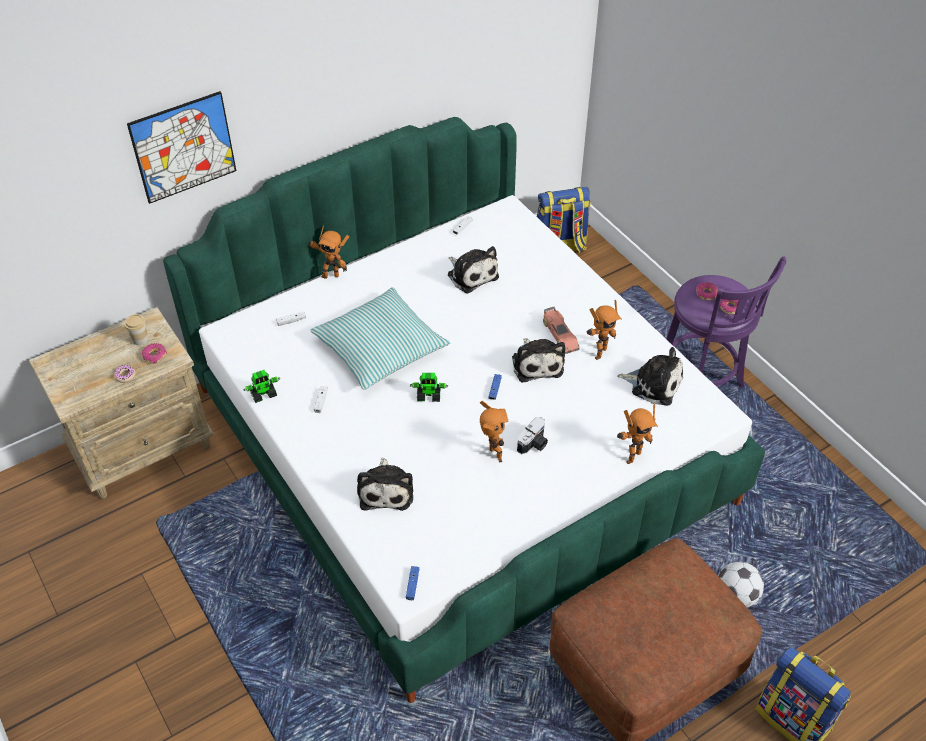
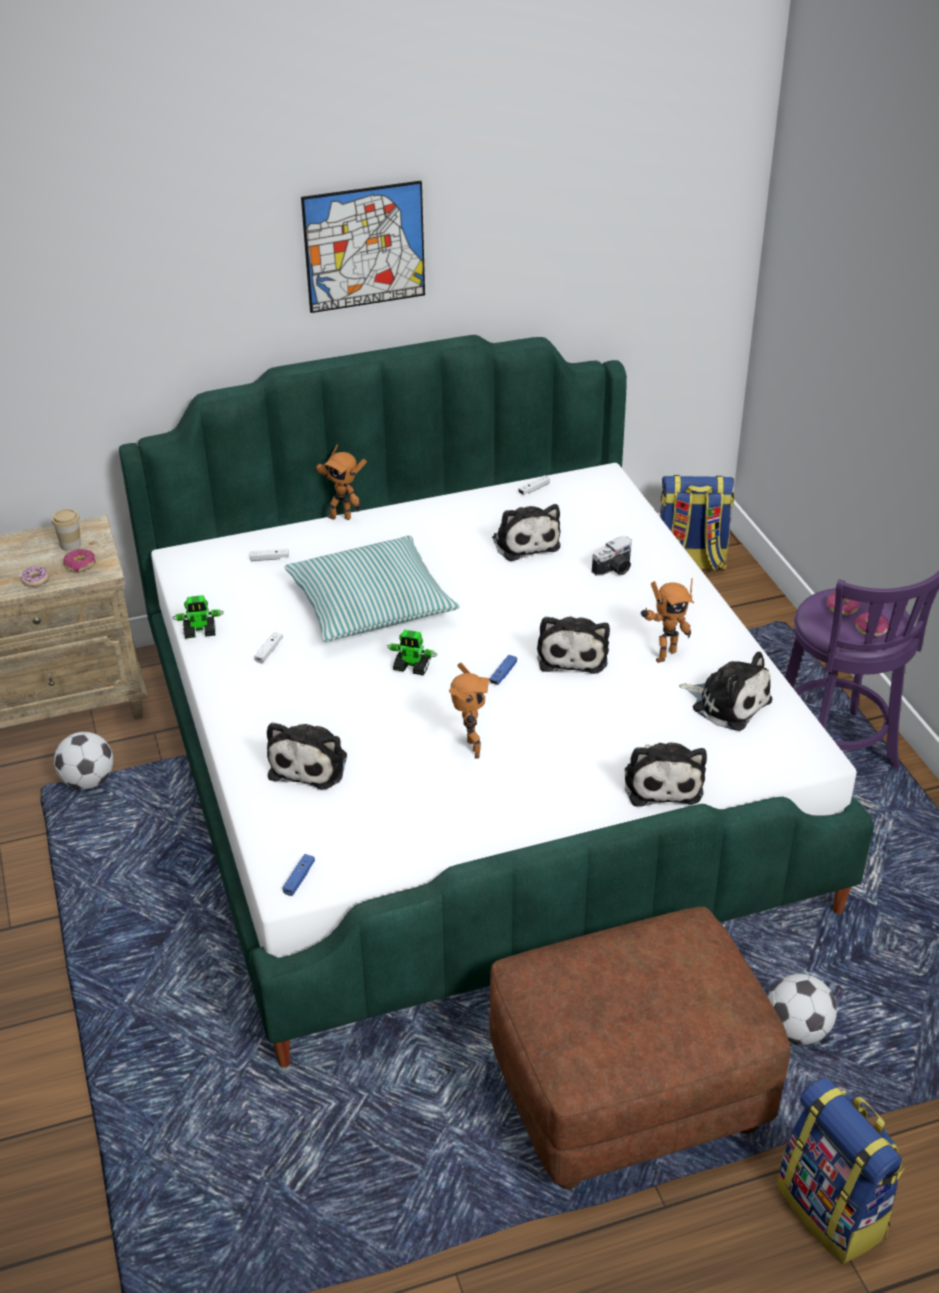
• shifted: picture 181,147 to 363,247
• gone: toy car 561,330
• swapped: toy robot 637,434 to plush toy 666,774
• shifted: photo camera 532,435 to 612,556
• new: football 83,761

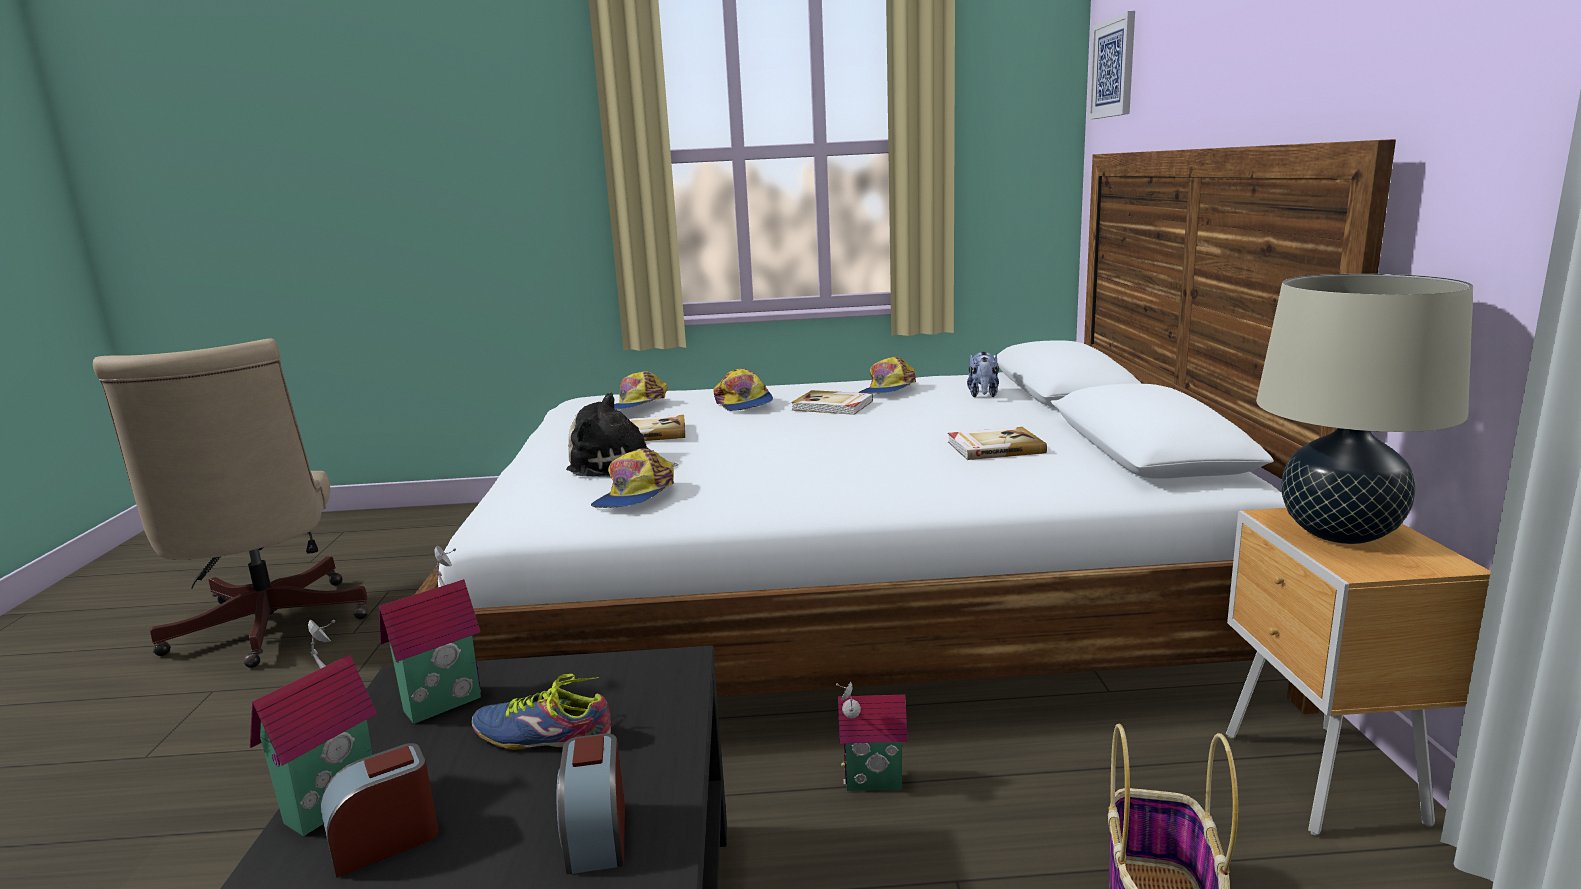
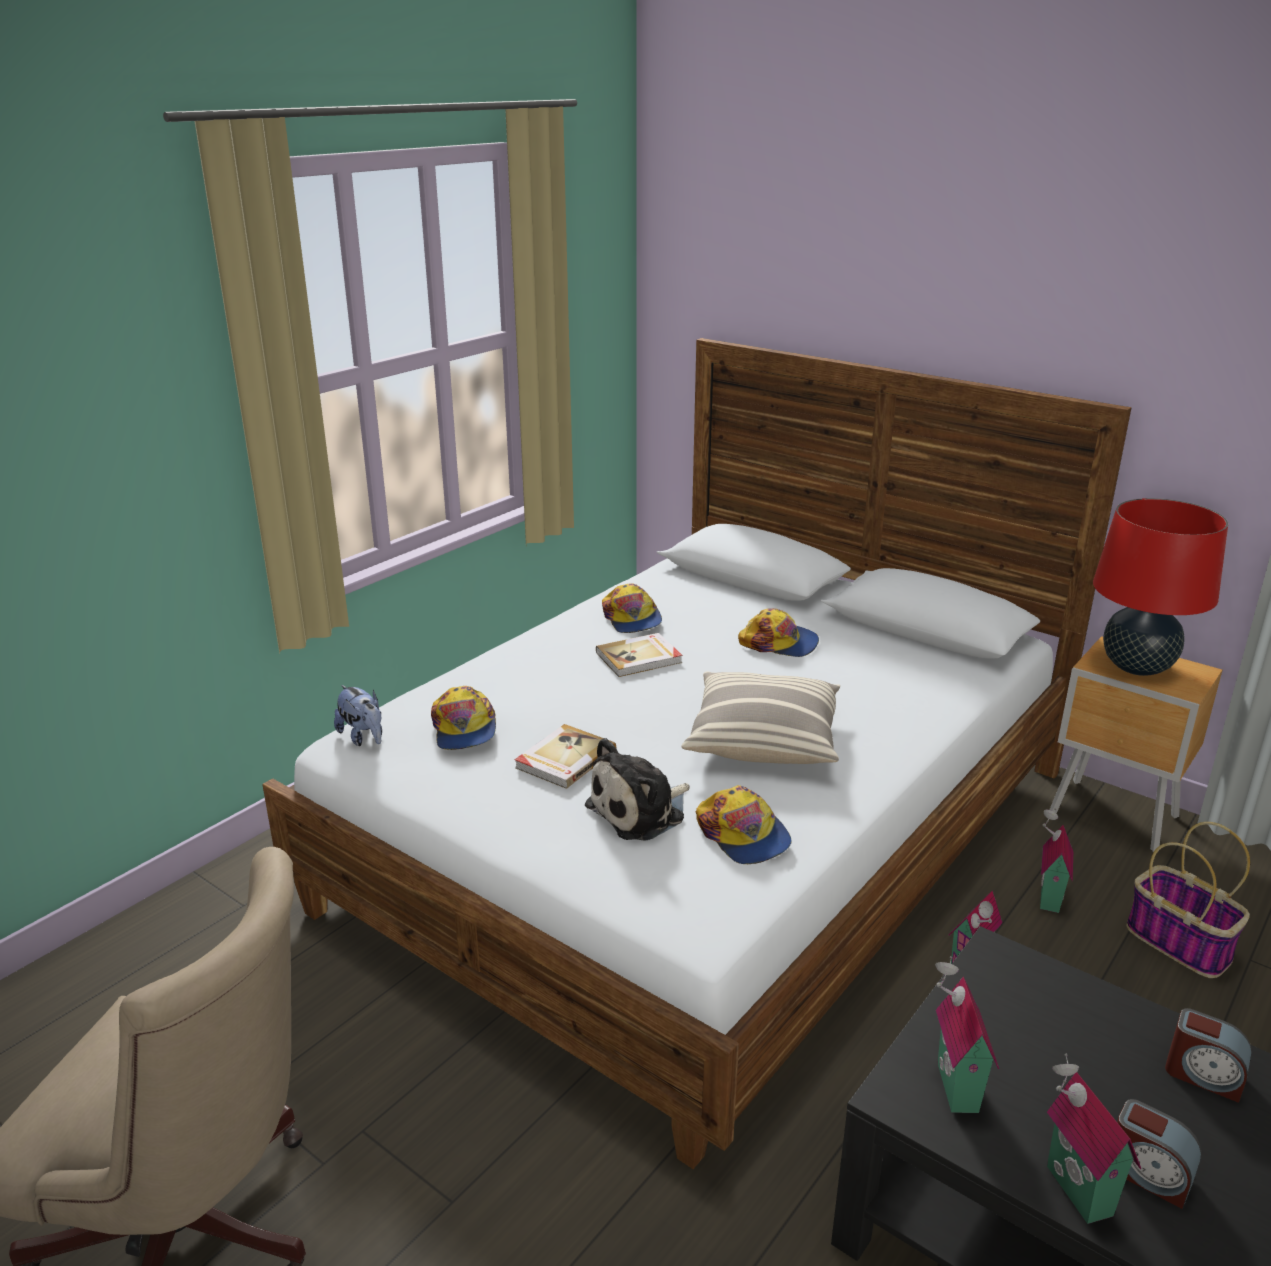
• gone: picture 1111,65
• repainted: beige table lamp 1364,409 to red table lamp 1160,587
• shifted: plush toy 983,374 to 358,715
• shifted: cap 743,390 to 778,632
• gone: book 997,443
• gone: shoe 541,712
• rotated: alarm clock 379,810 = 1159,1154 60 degrees counterclockwise
• new: pillow 760,718
• new: toy house 1056,861

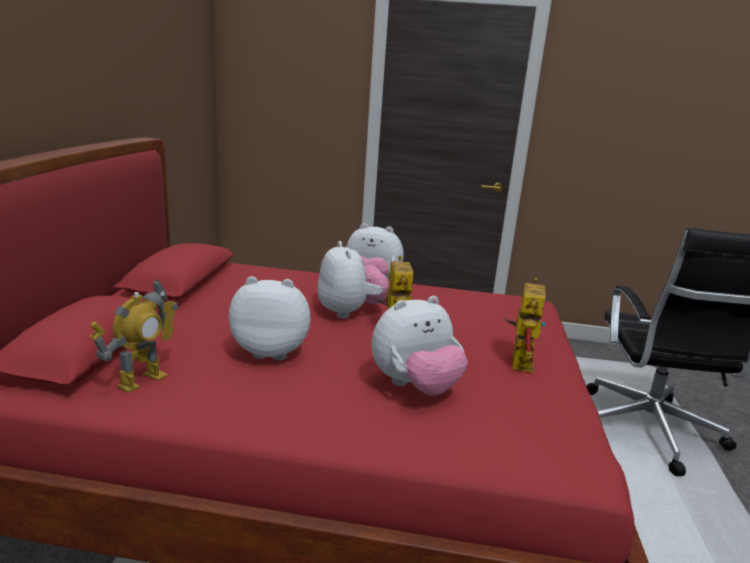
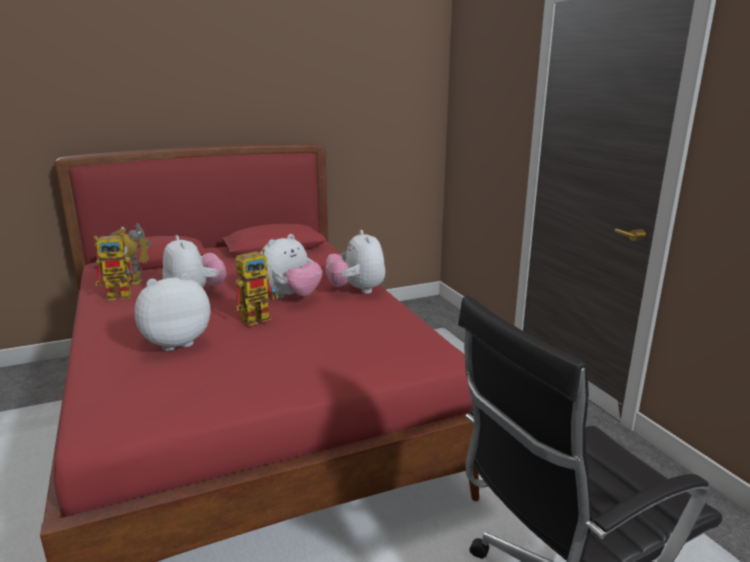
• shifted: toy robot 525,325 to 118,267
• rotated: plush toy 419,346 = 172,312 120 degrees clockwise

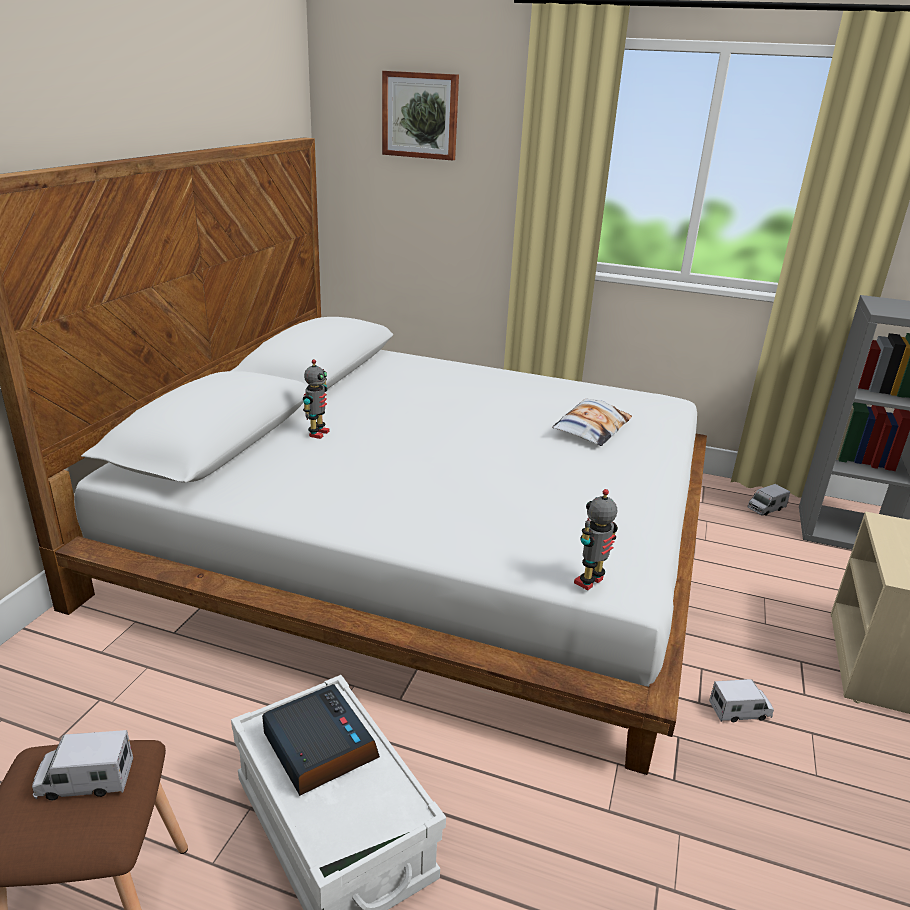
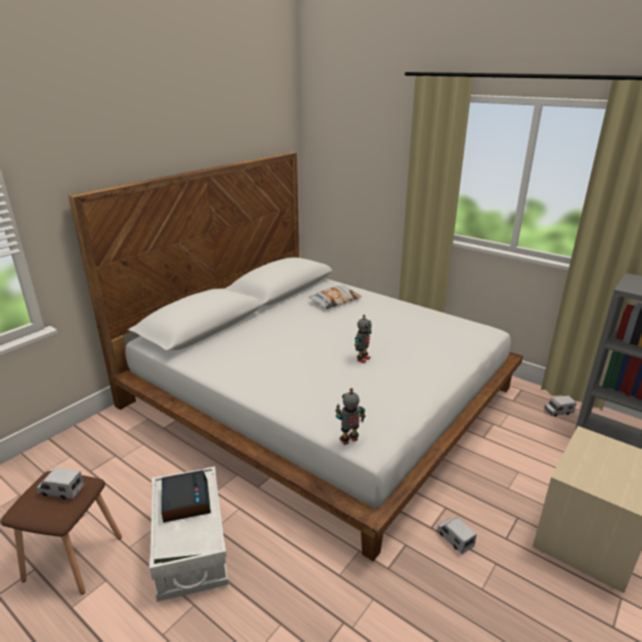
• gone: picture 420,116
• shifted: toy robot 316,399 to 363,339
• shifted: pillow 592,422 to 335,297
• rotated: toy truck 741,701 = 457,535 135 degrees counterclockwise

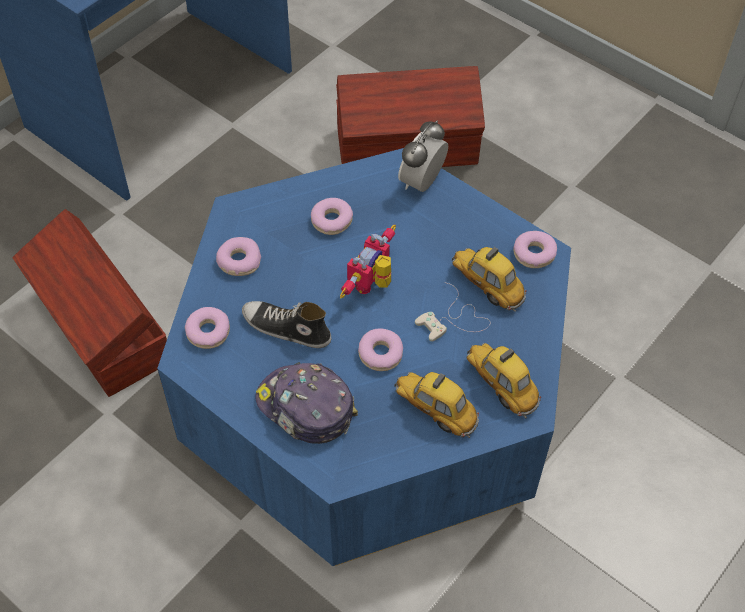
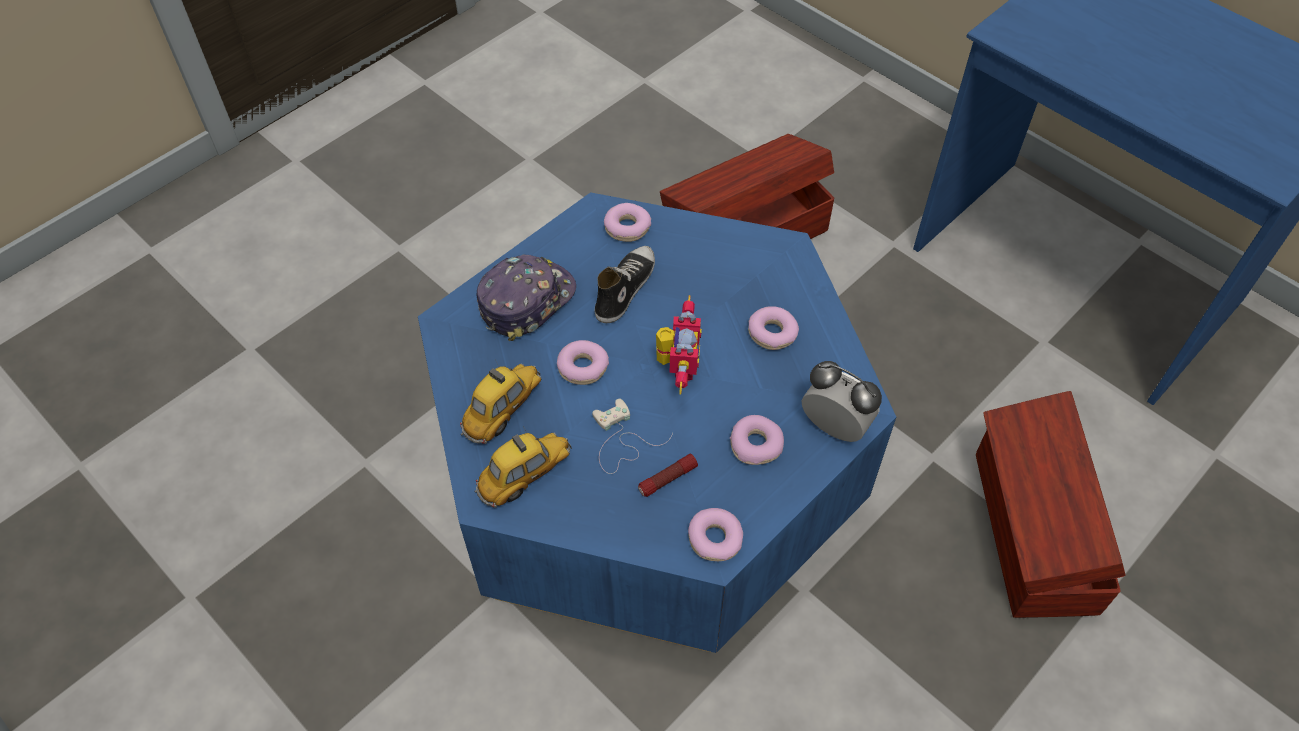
• rotated: toy robot 368,261 = 679,345 60 degrees clockwise
• shifted: donut 238,256 to 757,440
• swapped: toy car 489,279 to flashlight 668,475

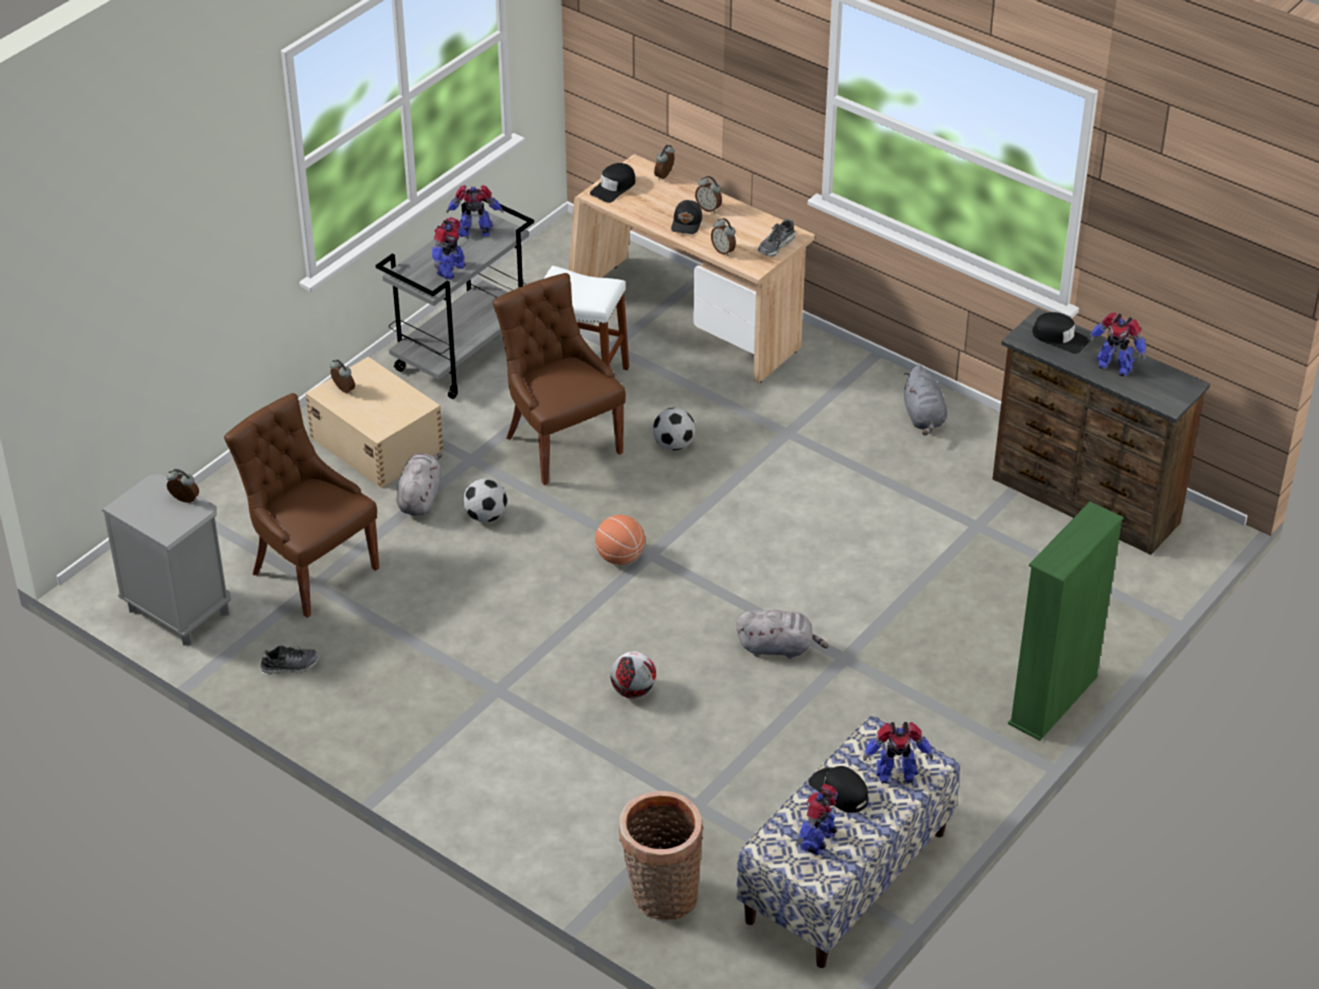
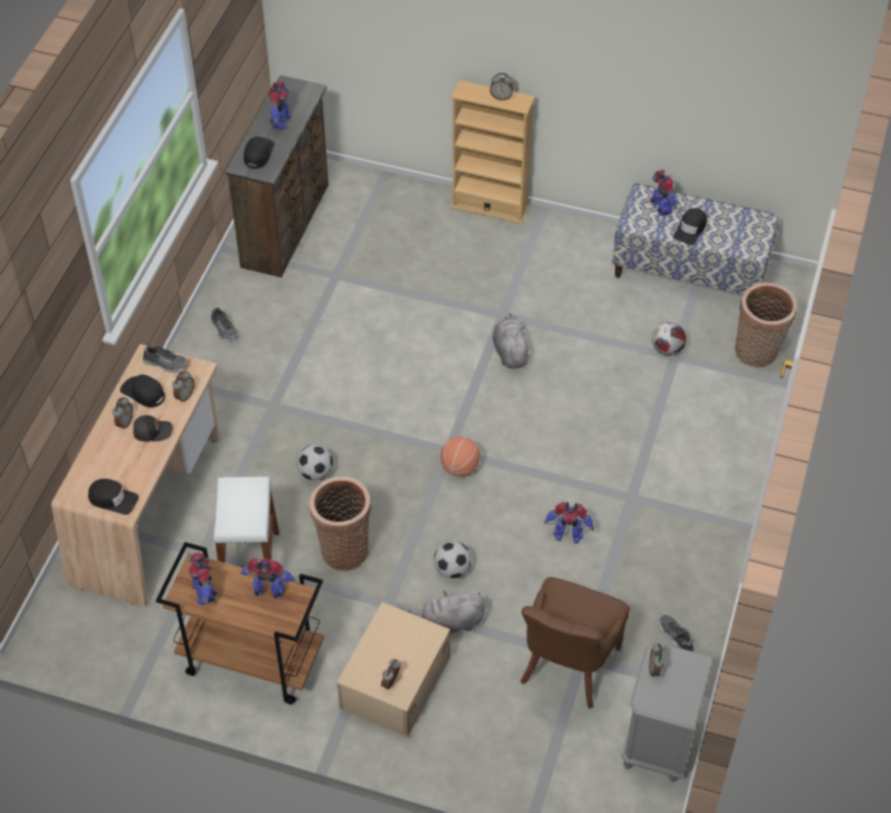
• shifted: alarm clock 664,162 to 502,86
• repainted: grey cart 455,298 to brown cart 240,623
• swapped: brown chair 559,379 to basket 340,524
• swapped: grey plush toy 925,400 to shoe 224,324
• repainted: green bookcase 1066,621 to beige bookcase 493,152
• shifted: football 633,674 to 669,339
• shifted: toy robot 817,819 to 569,522
• new: black cap 142,391

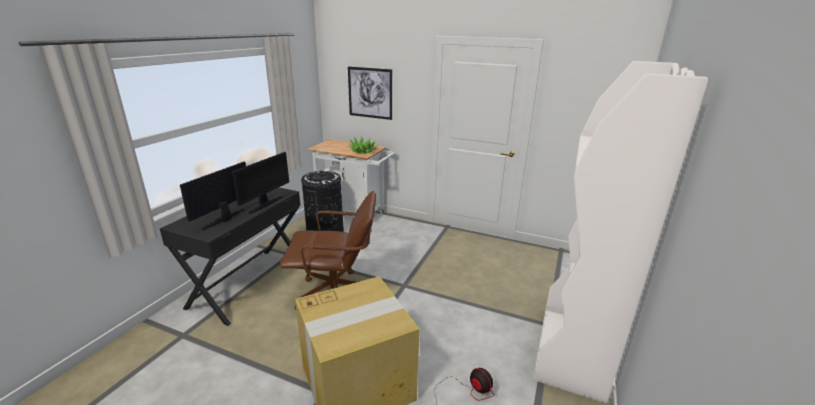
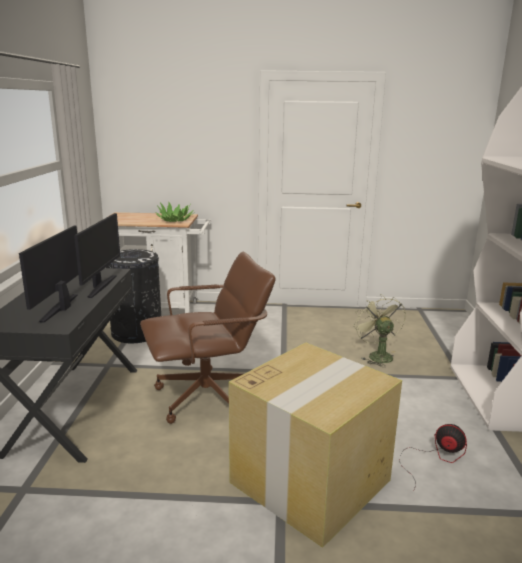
• gone: picture 370,93
• new: green fan 379,330

